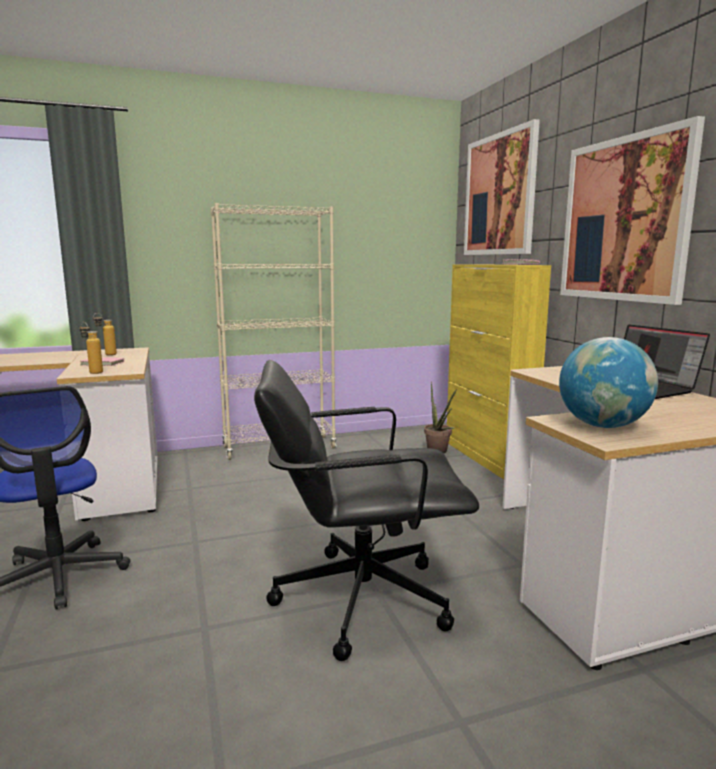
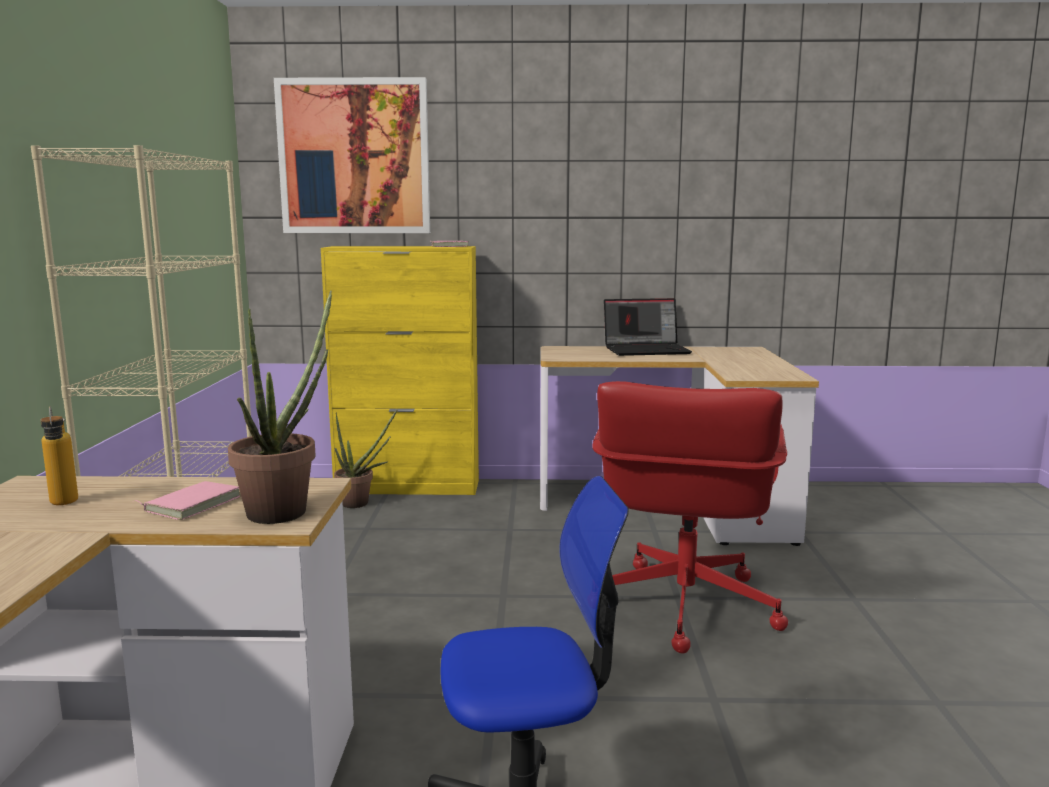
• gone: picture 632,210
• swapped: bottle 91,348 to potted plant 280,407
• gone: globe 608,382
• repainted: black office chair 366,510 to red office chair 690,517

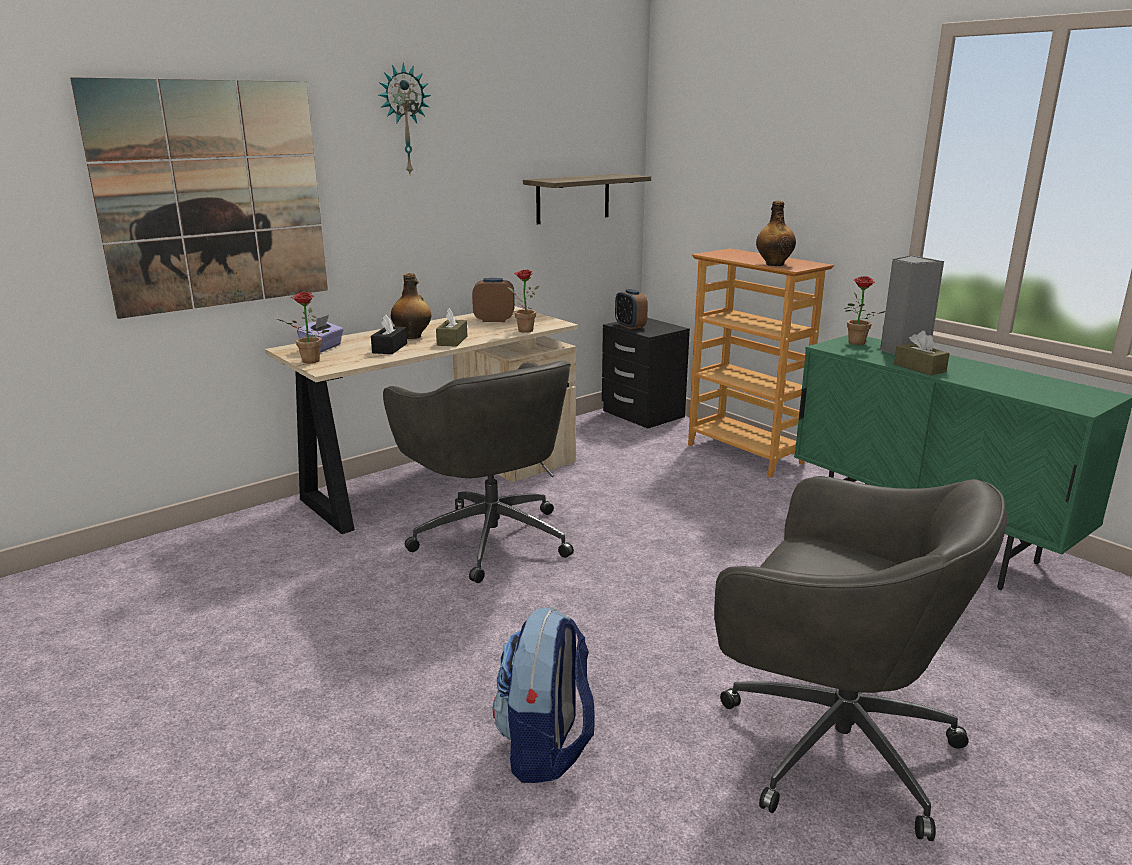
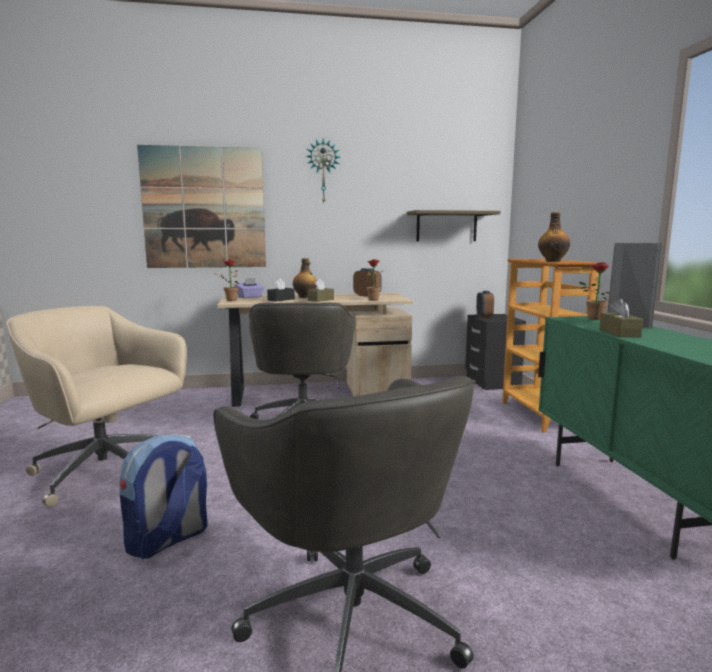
• new: beige office chair 96,406

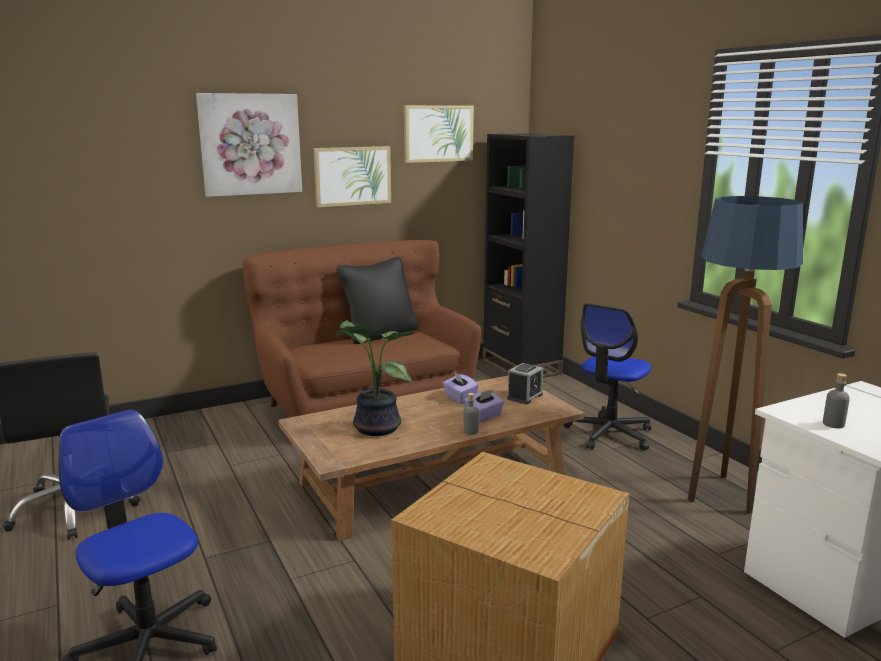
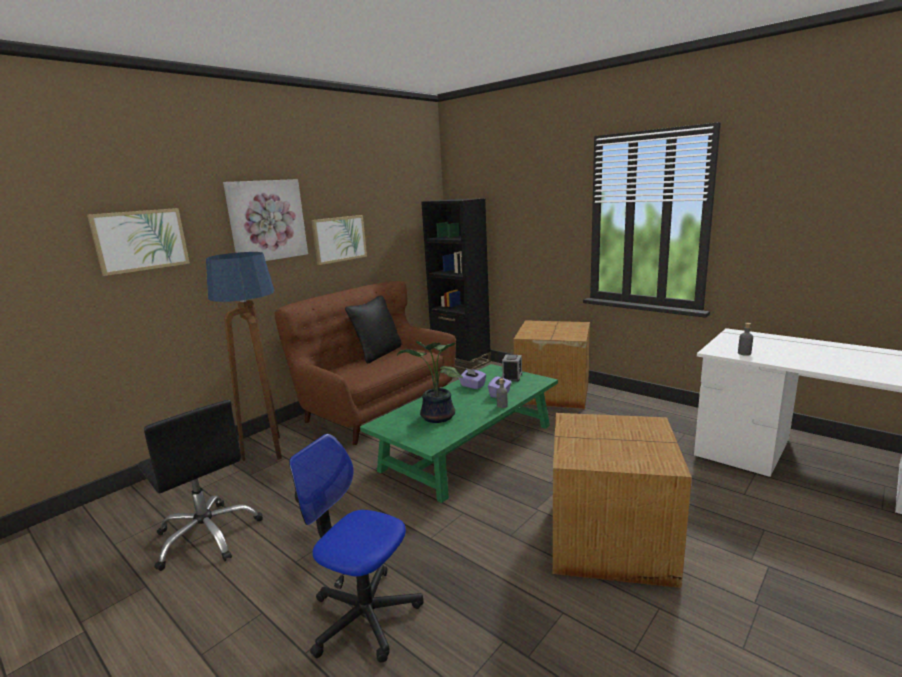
• shifted: picture 439,134 to 138,242
• shifted: floor lamp 745,355 to 244,356
• swapped: office chair 607,376 to cardboard box 552,364
• repainted: brown coffee table 431,458 to green coffee table 459,433

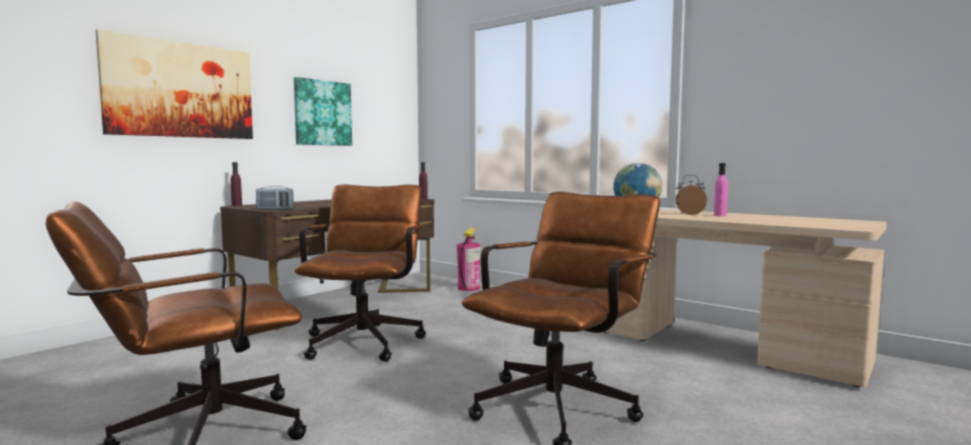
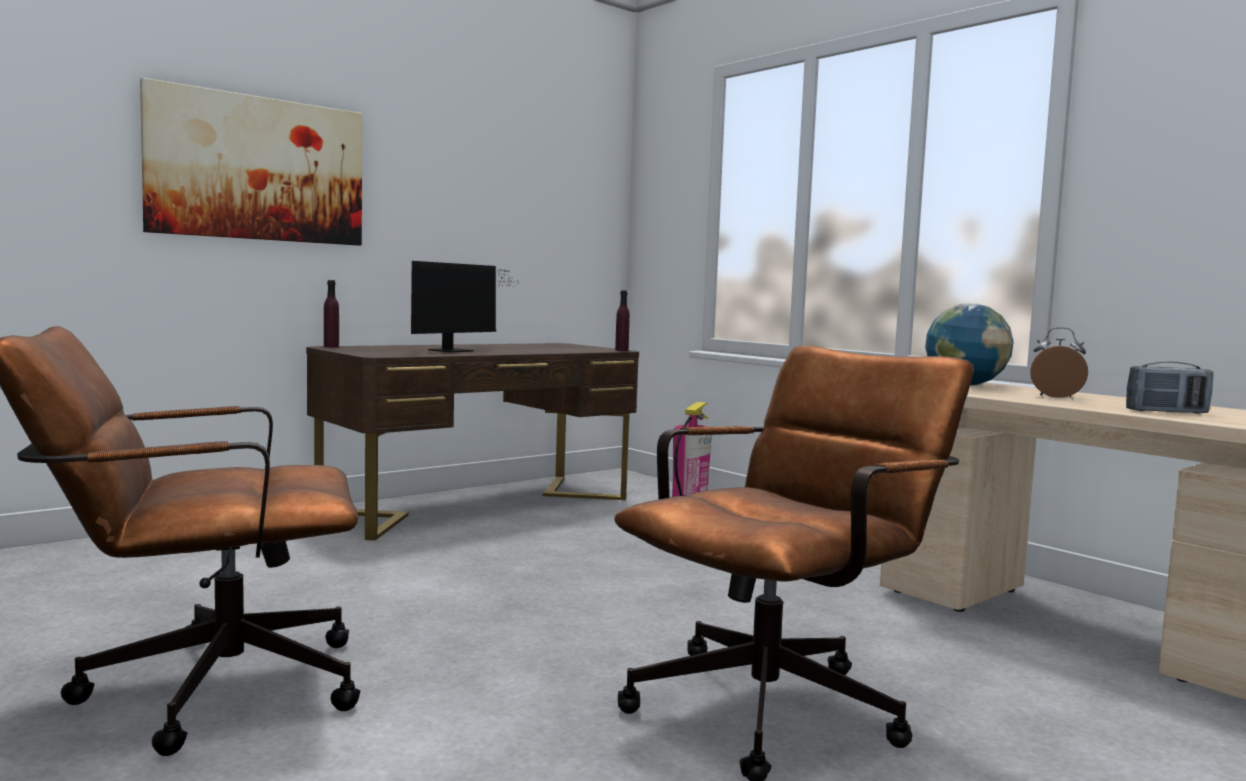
• gone: picture 323,111
• gone: pink bottle 721,189
• gone: brown office chair 360,273
• shifted: radio 275,197 to 1169,388
• new: monitor 464,307

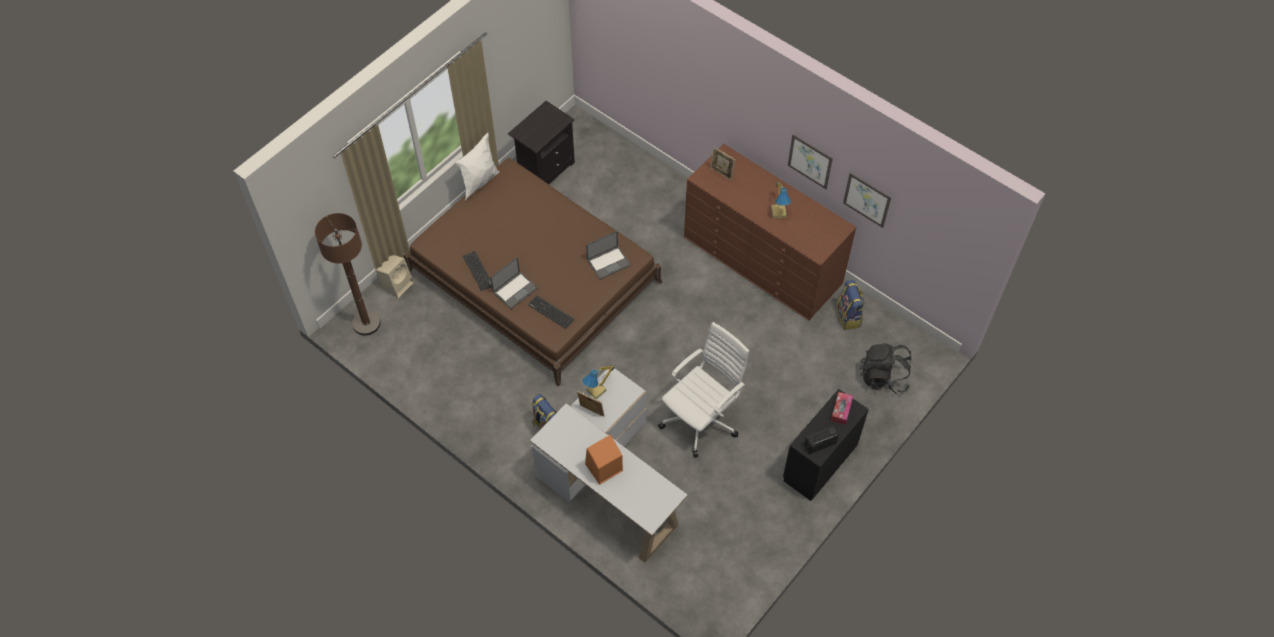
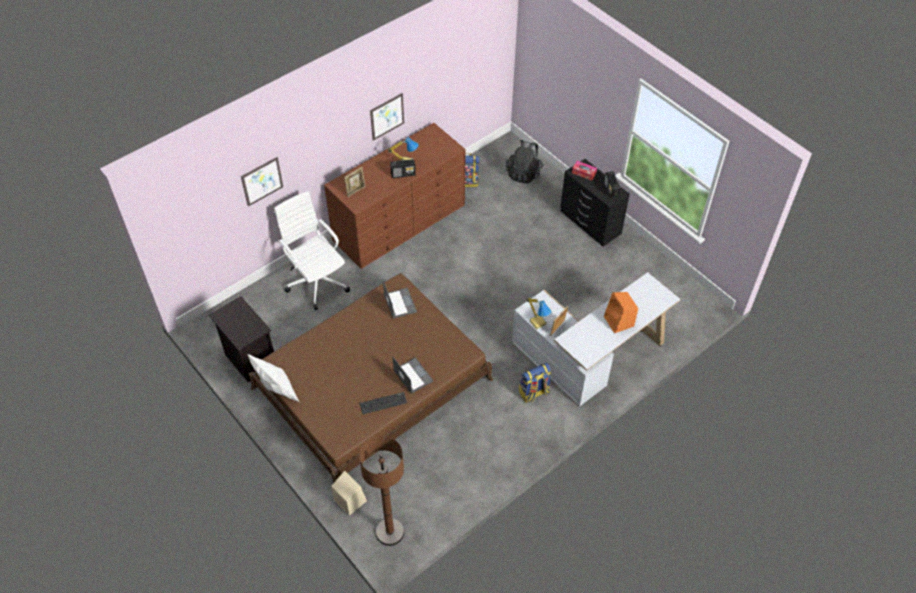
• shifted: picture 867,200 to 262,182
• gone: keyboard 551,312
• shifted: white office chair 704,389 to 312,250
• new: radio 403,168

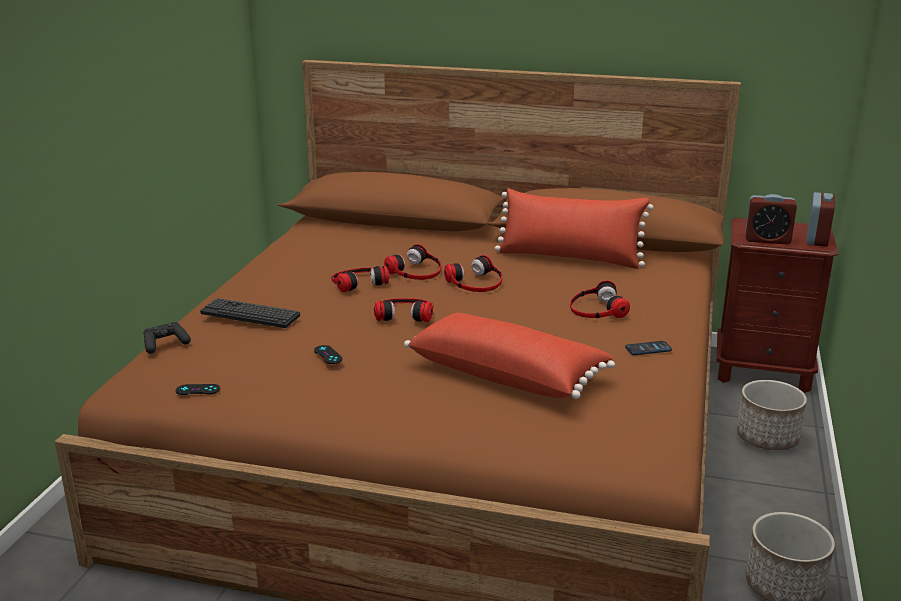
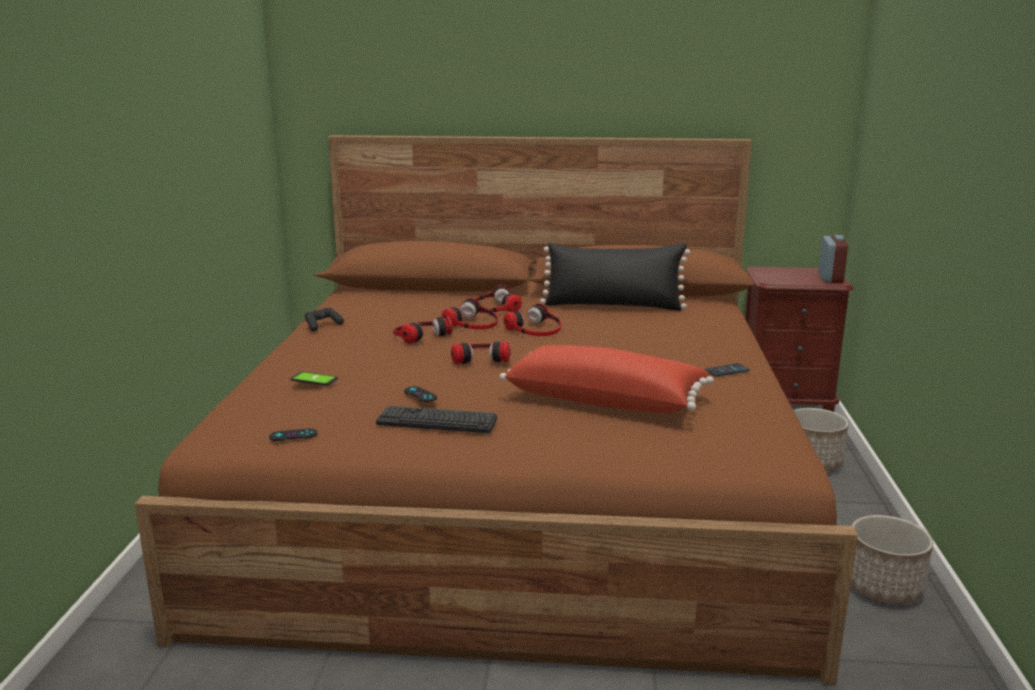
• repainted: red pillow 574,228 to black pillow 615,277
• gone: alarm clock 771,219
• shifted: headphones 600,299 to 499,299
• shifted: keyboard 250,313 to 436,419
• shifted: black game controller 167,338 to 324,319
• new: phone 314,379

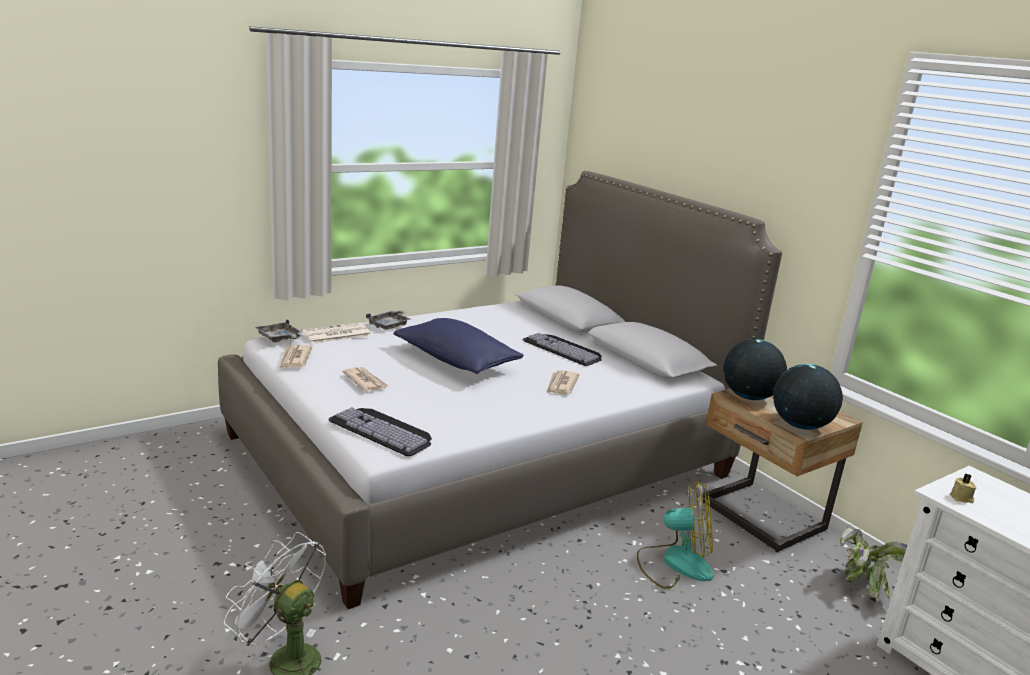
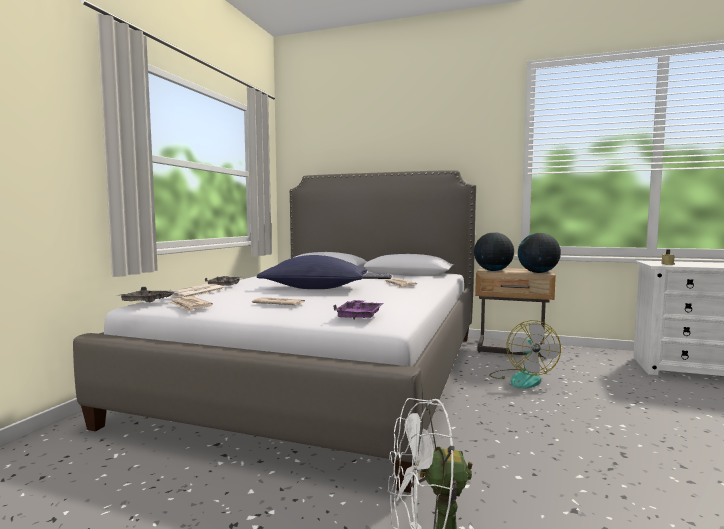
• swapped: keyboard 380,431 to purple tray 358,310
• rotated: fan 675,535 = 525,354 120 degrees clockwise
• gone: potted plant 873,565

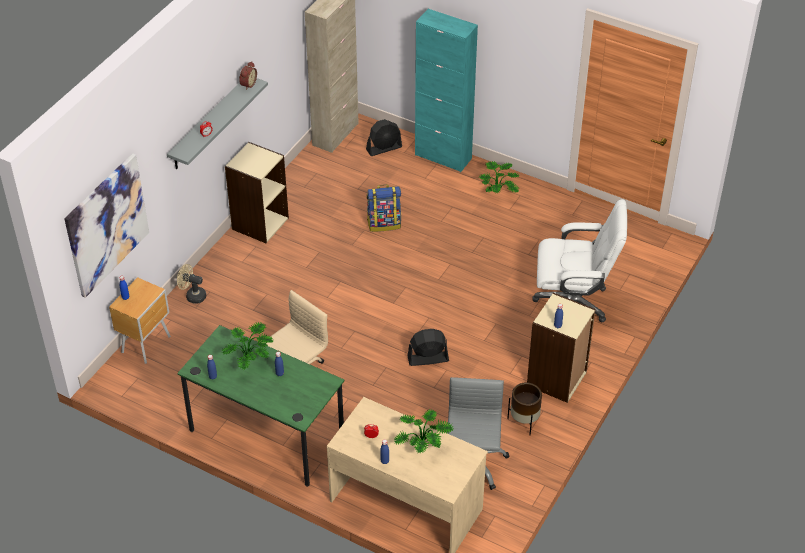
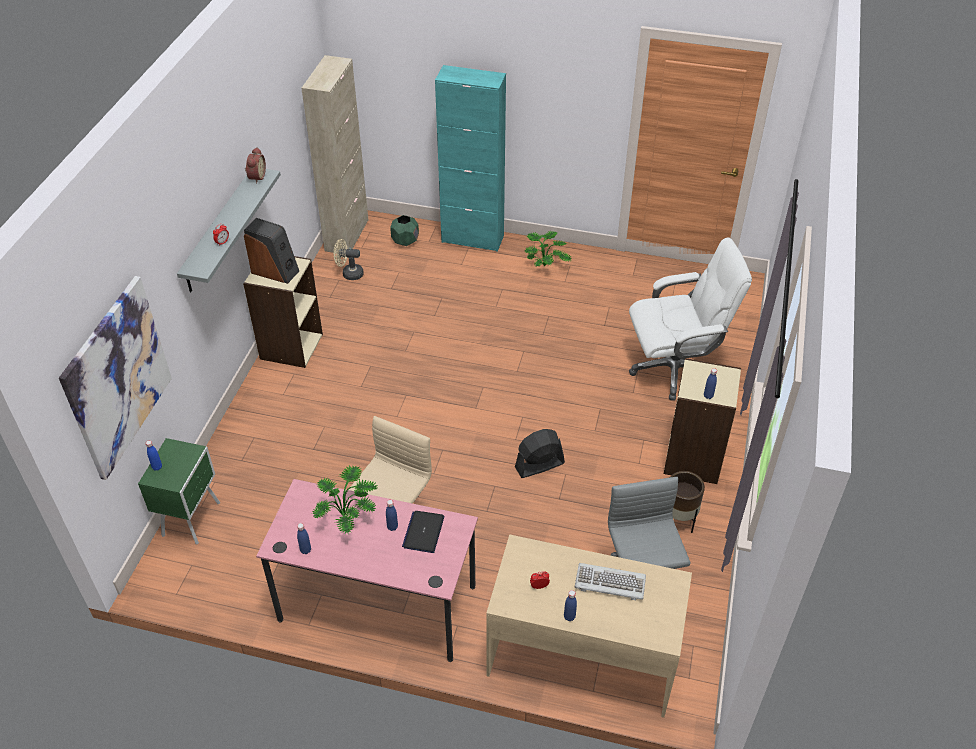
• swapped: black fan 384,137 to green planter 404,230
• gone: backpack 384,208
• shifted: beige fan 191,284 to 349,259
• repainted: brown nightstand 140,320 to green nightstand 179,491
• repainted: green desk 261,406 to pink desk 367,570
• swapped: potted plant 424,431 to keyboard 610,581
• new: speaker 271,251
• new: laptop 423,532

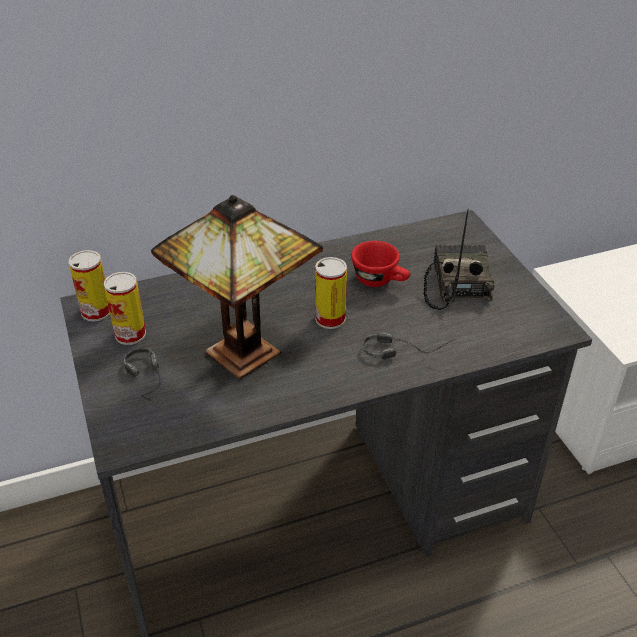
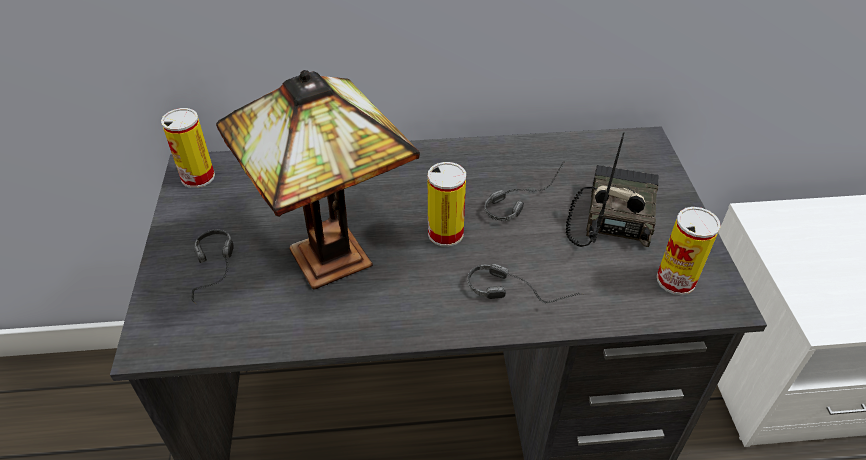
• swapped: red cup 380,264 to headphones 525,191
• shifted: can 125,308 to 689,251

